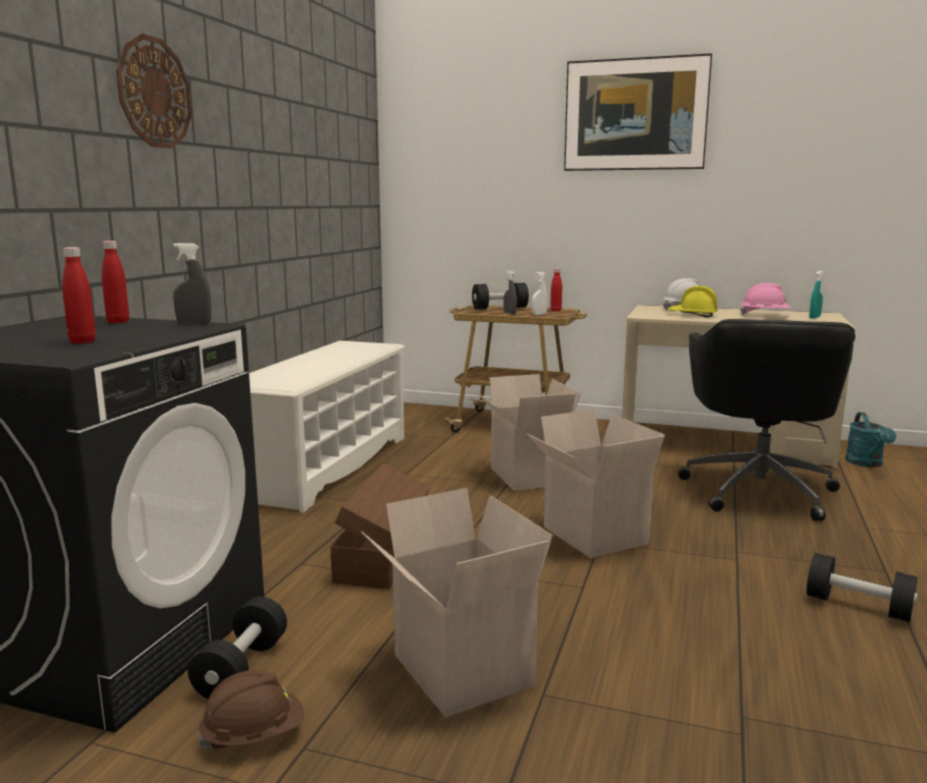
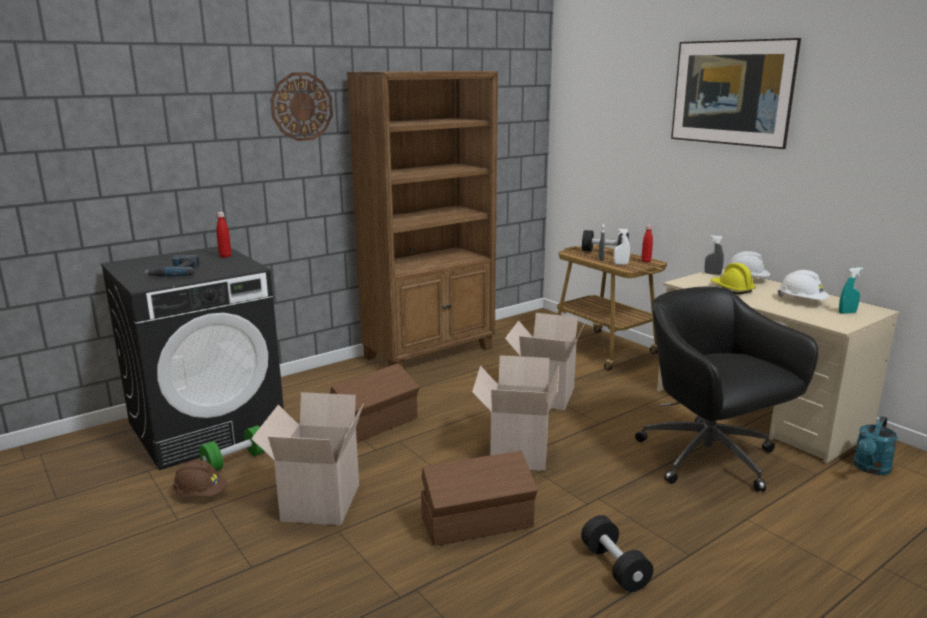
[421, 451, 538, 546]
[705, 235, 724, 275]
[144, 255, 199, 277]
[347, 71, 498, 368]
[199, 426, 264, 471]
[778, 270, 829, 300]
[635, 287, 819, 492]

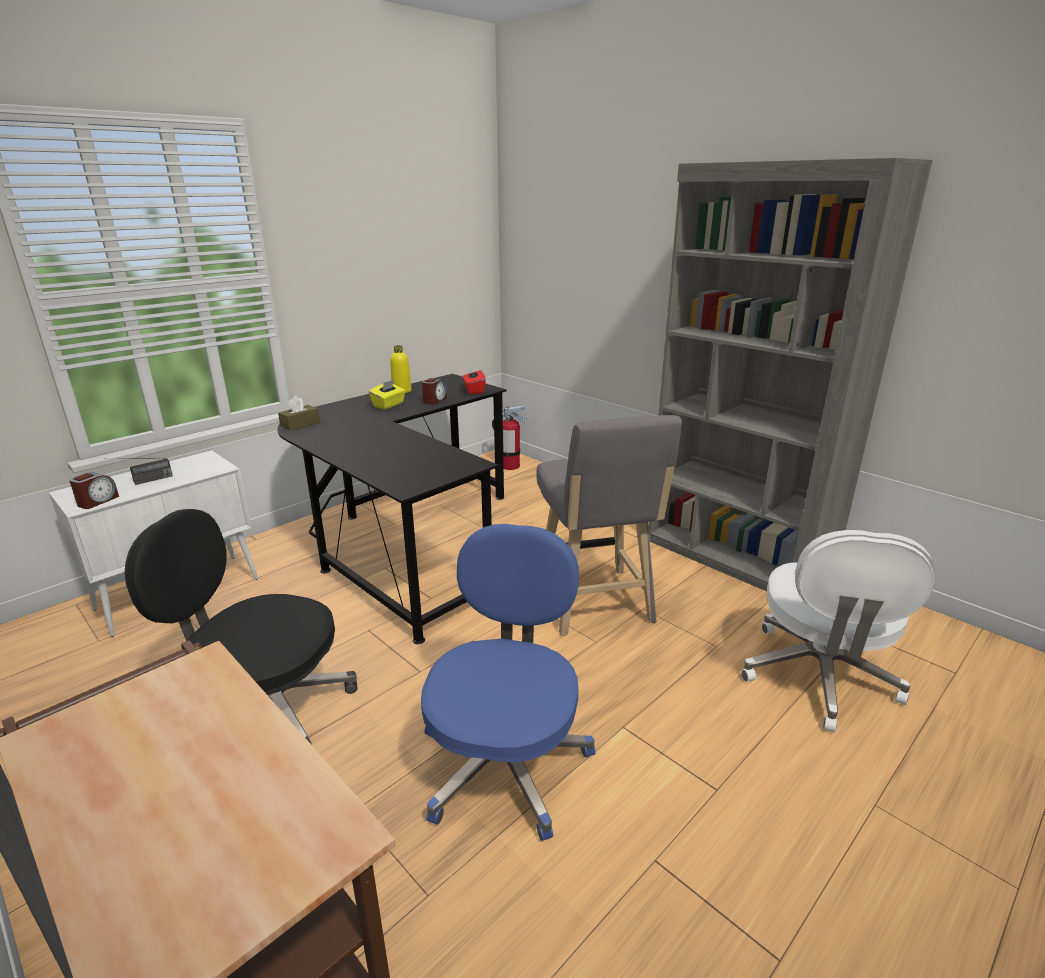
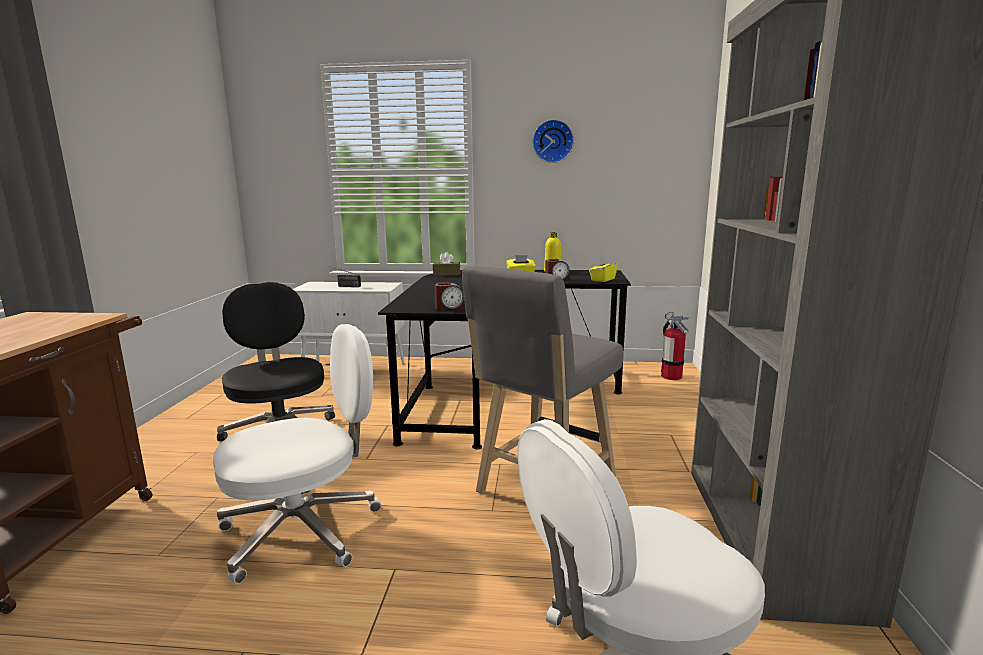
[532, 119, 574, 163]
[434, 282, 465, 310]
[213, 324, 381, 584]
[589, 257, 618, 282]

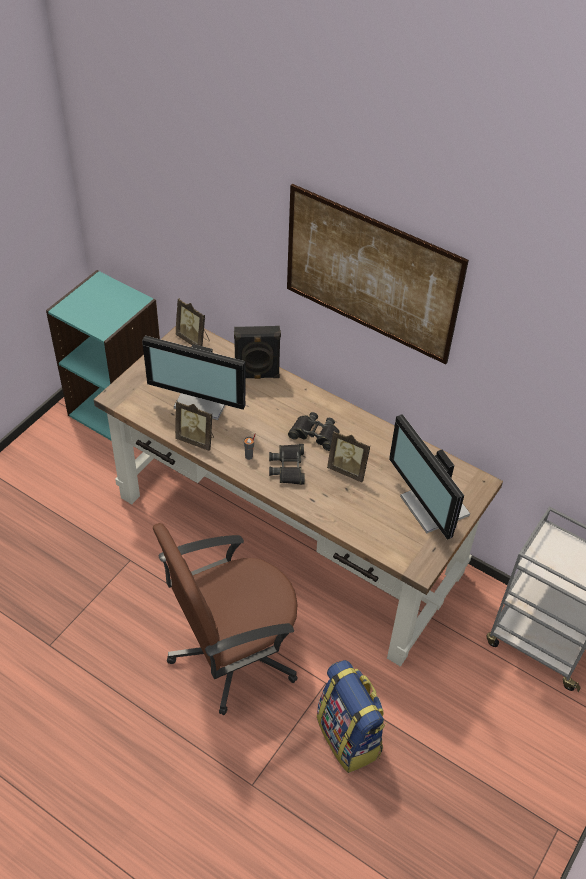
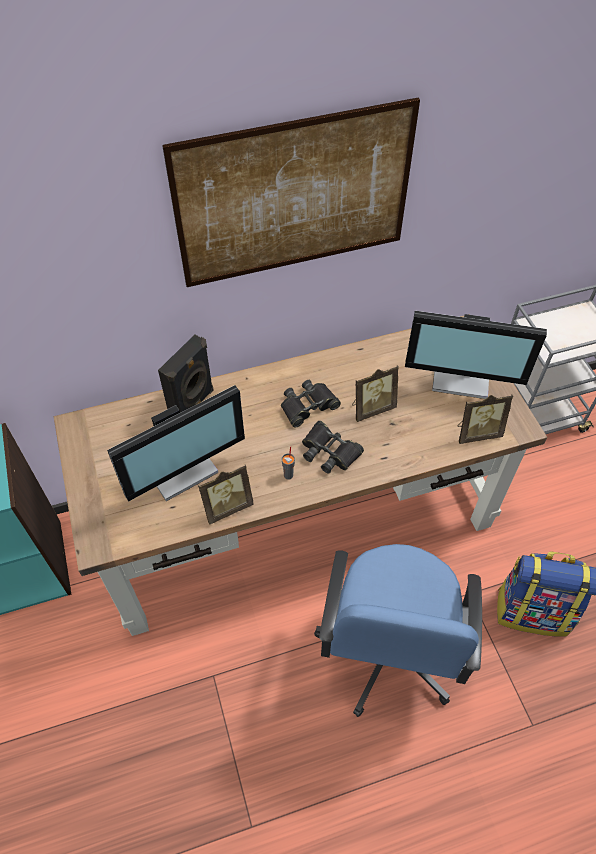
[458, 394, 513, 444]
[314, 544, 482, 717]

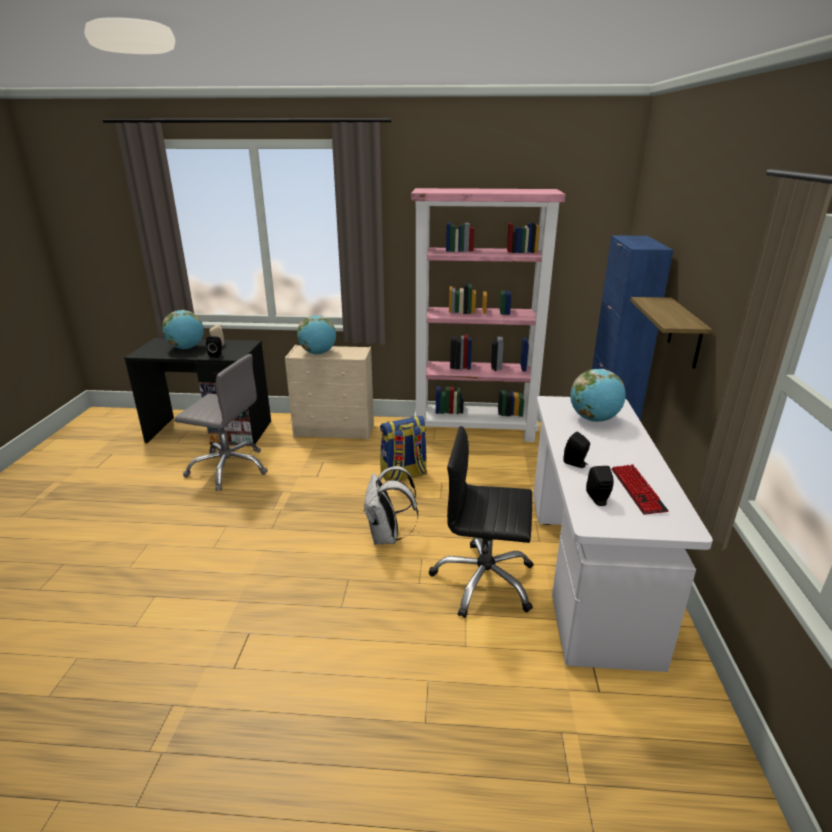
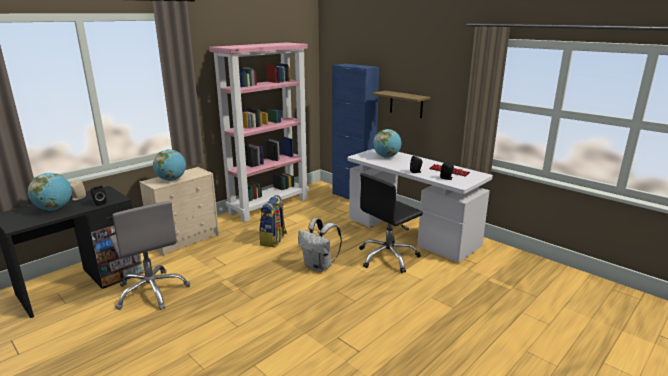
[110, 201, 190, 310]

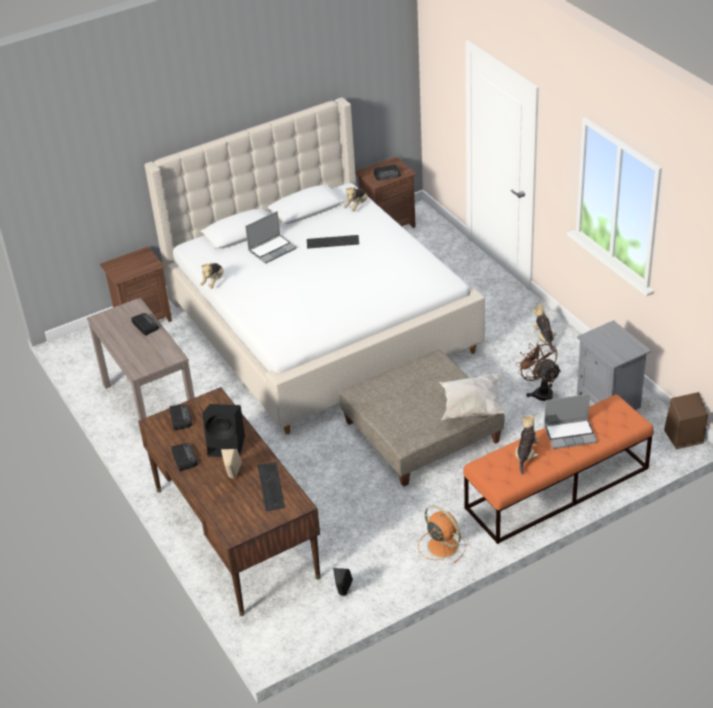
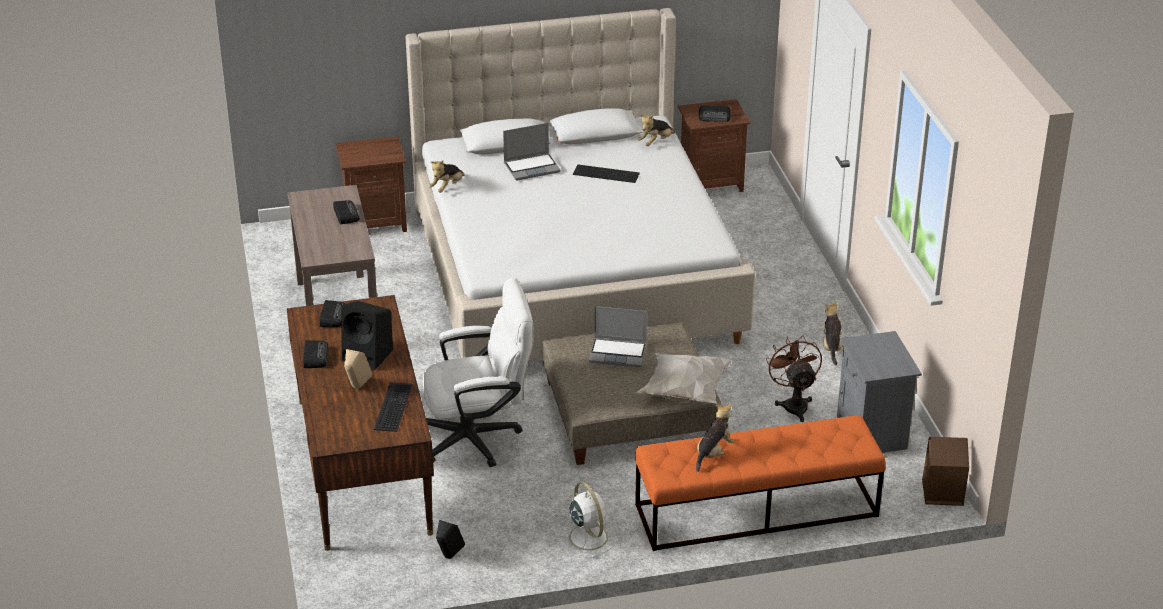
[423, 278, 533, 467]
[589, 306, 647, 367]
[558, 482, 617, 558]

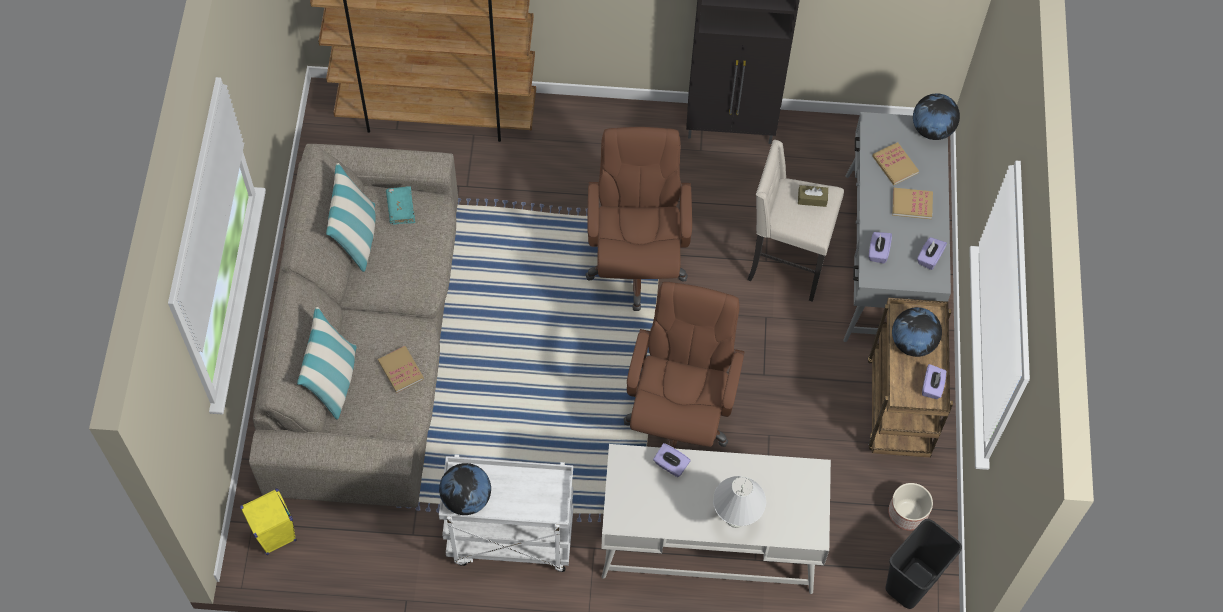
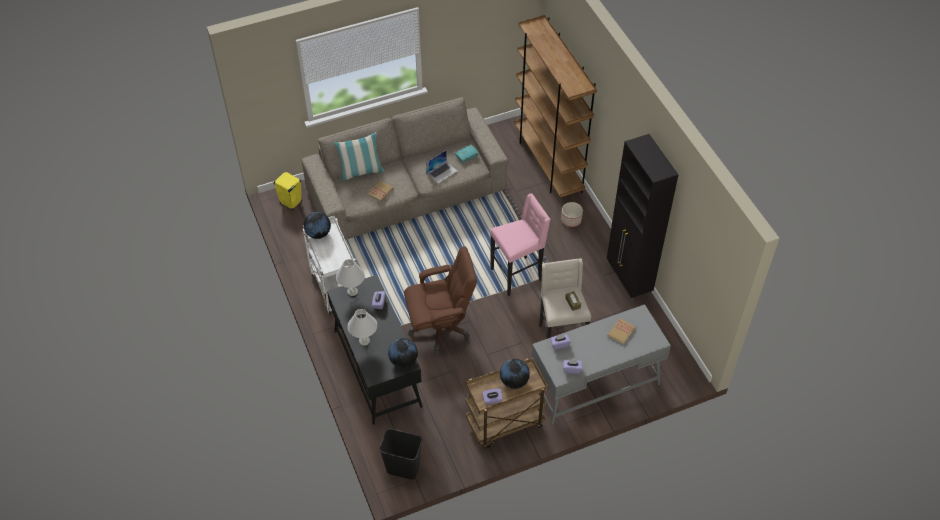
[326, 163, 376, 272] (first image)
[892, 188, 933, 219] (first image)
[336, 259, 365, 296]
[426, 150, 457, 184]
[561, 202, 583, 227]
[388, 338, 418, 368]
[490, 193, 551, 296]
[327, 275, 423, 425]

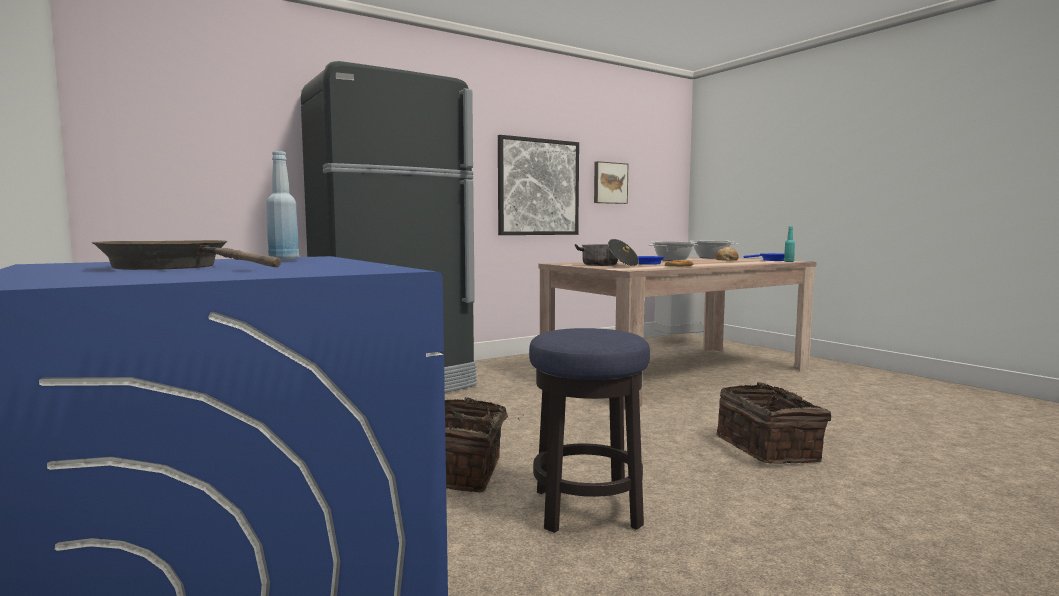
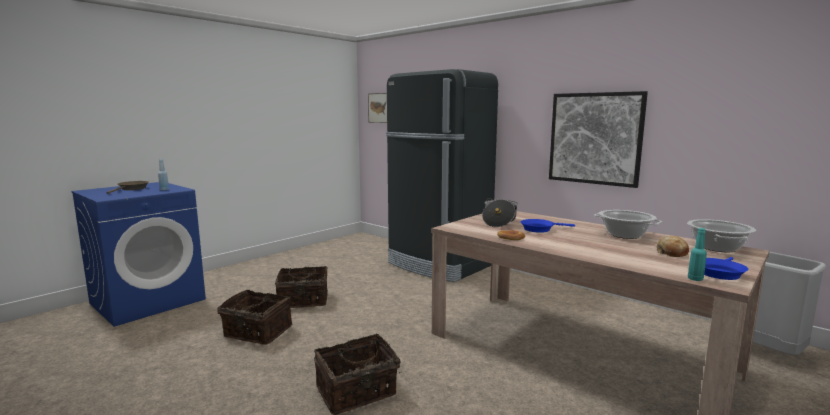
[368, 93, 387, 123]
[217, 290, 293, 345]

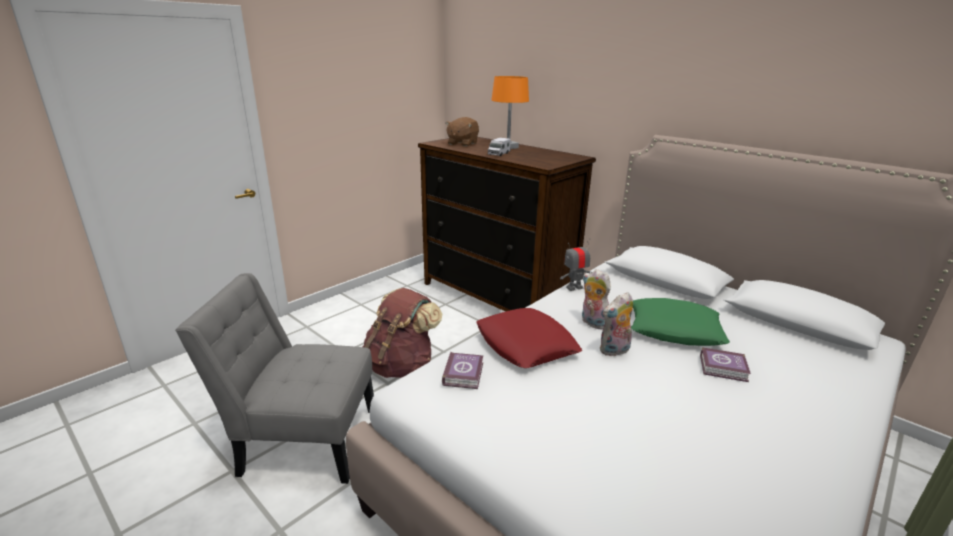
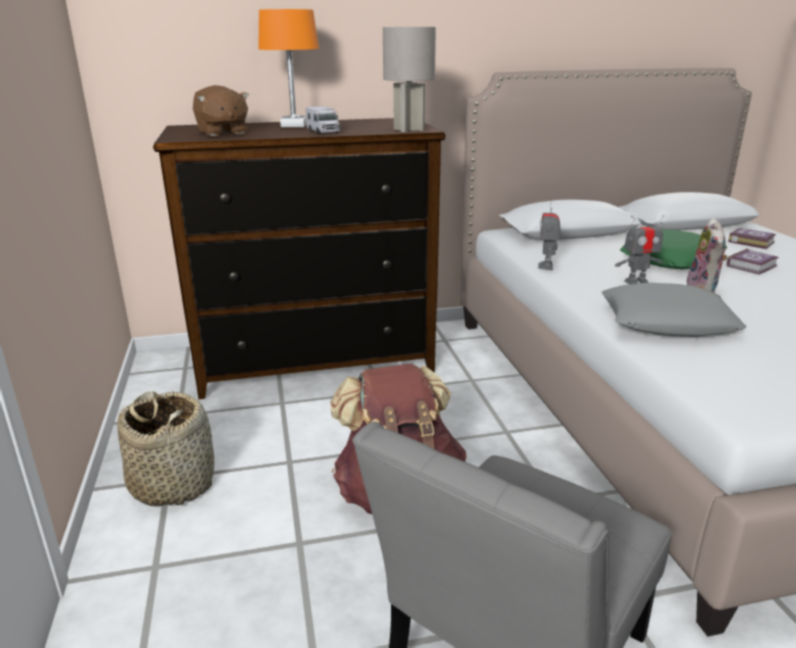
[117, 391, 214, 506]
[383, 27, 436, 132]
[728, 228, 776, 249]
[615, 215, 665, 284]
[601, 283, 746, 337]

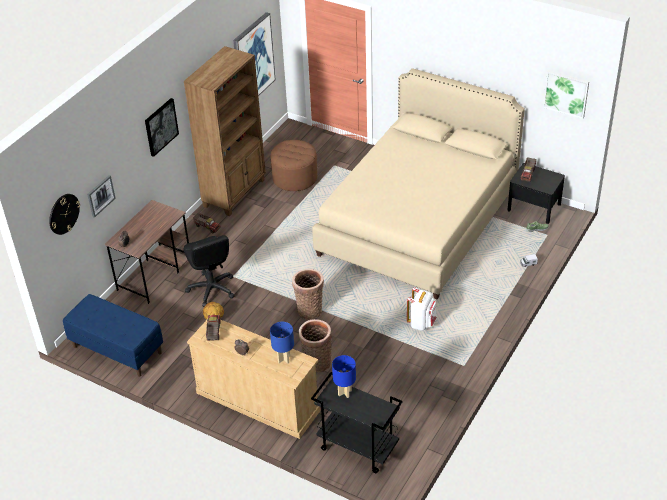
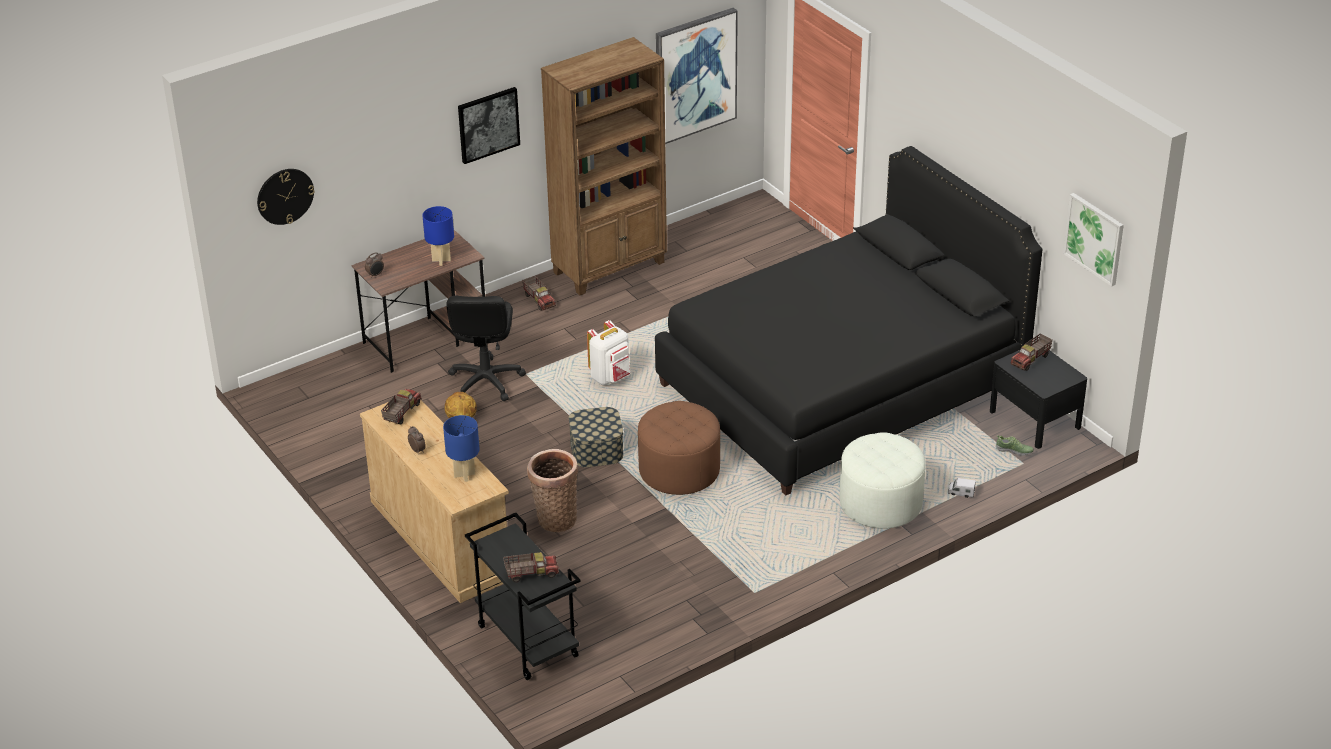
[63, 294, 163, 377] (first image)
[87, 175, 116, 218] (first image)
[503, 552, 559, 582]
[840, 432, 926, 529]
[638, 401, 720, 495]
[422, 206, 454, 266]
[587, 320, 630, 385]
[569, 407, 623, 467]
[655, 146, 1042, 495]

